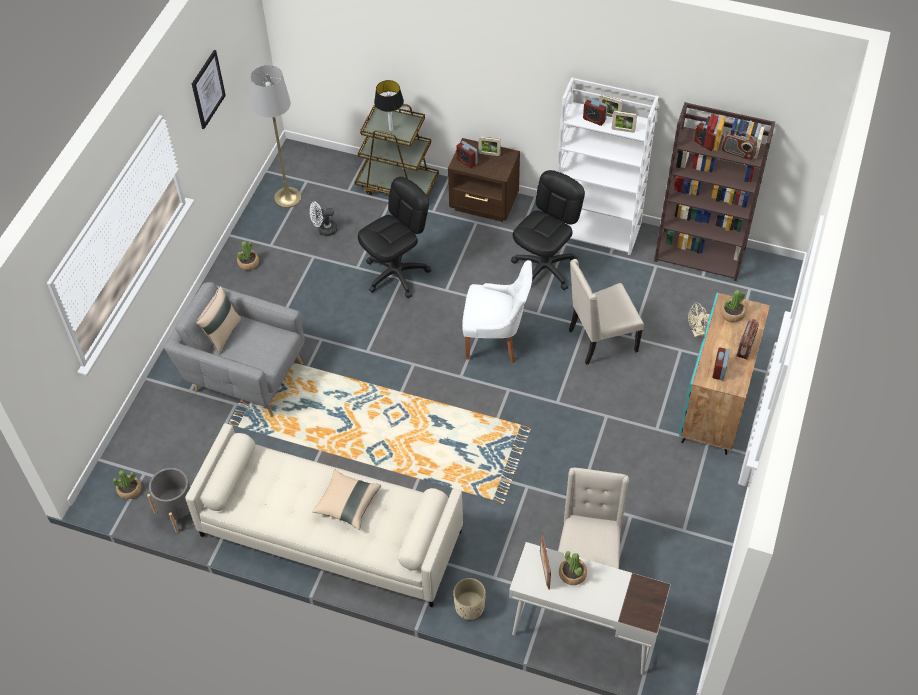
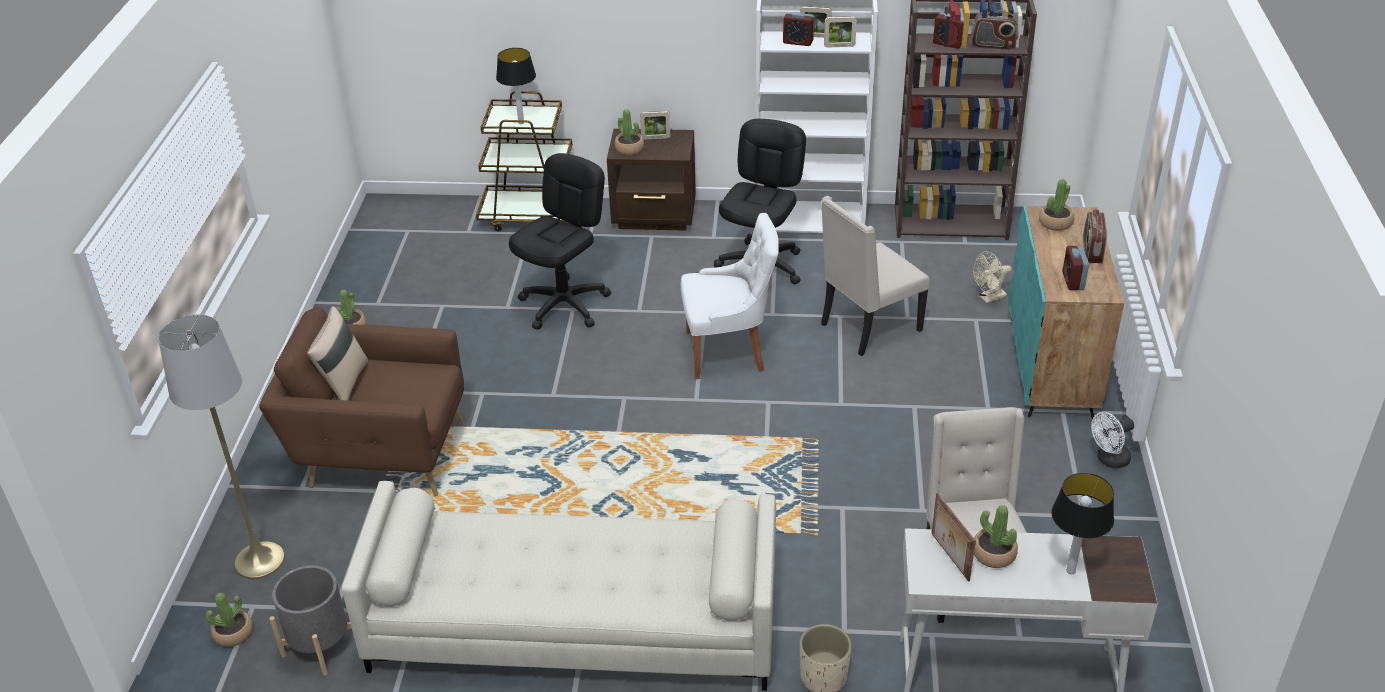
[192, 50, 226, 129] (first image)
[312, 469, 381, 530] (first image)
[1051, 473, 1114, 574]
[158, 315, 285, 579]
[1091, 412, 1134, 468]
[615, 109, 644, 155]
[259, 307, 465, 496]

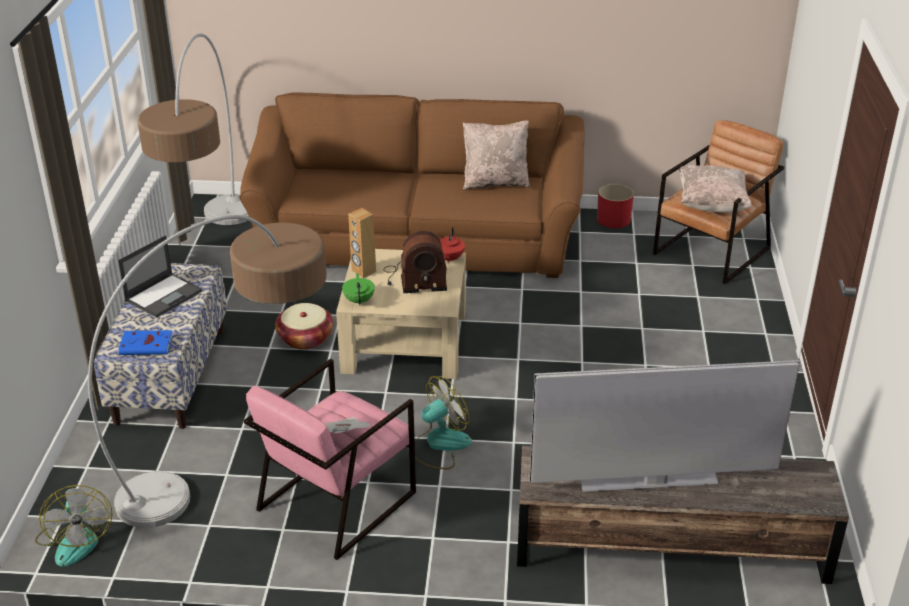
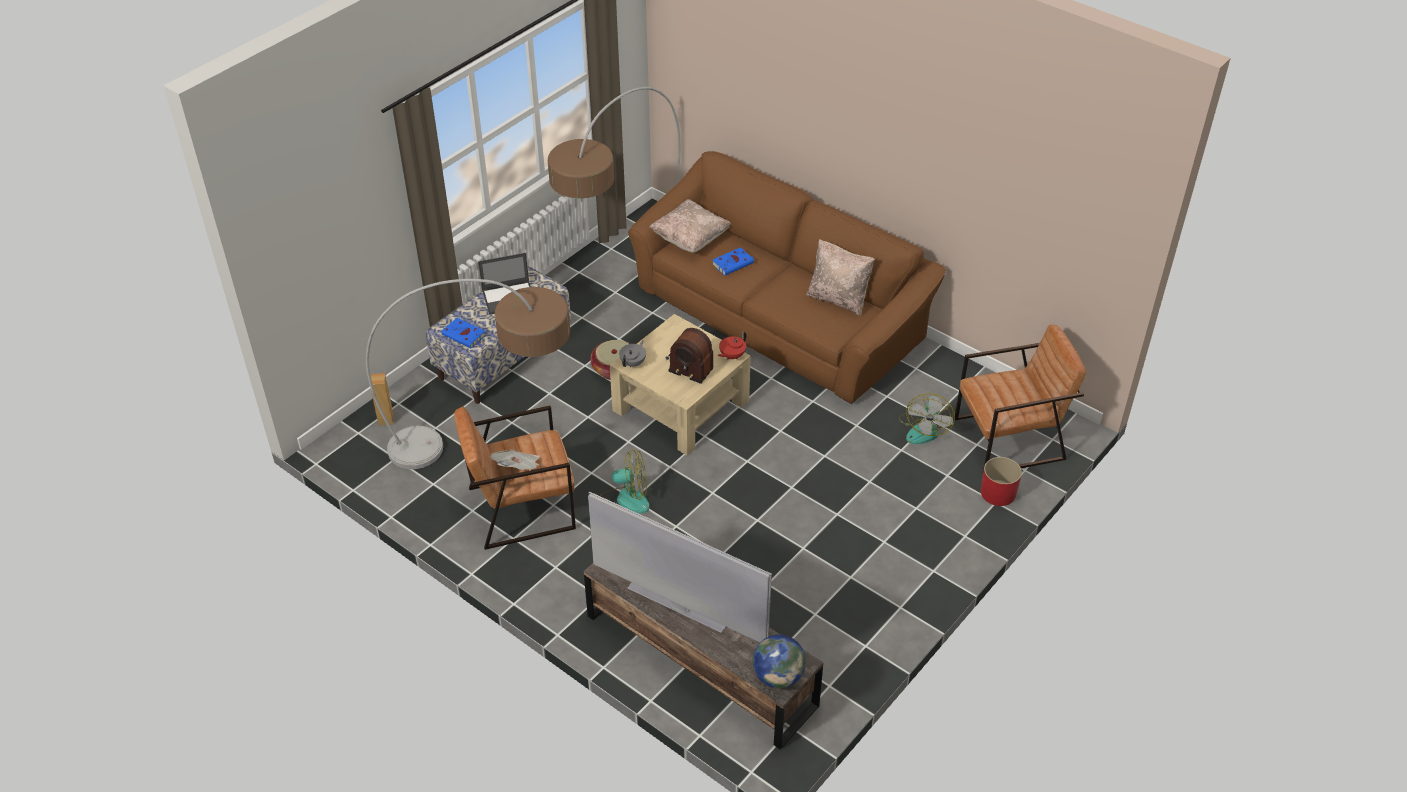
[712, 247, 754, 276]
[753, 634, 806, 688]
[899, 393, 955, 444]
[370, 373, 393, 426]
[981, 457, 1022, 506]
[649, 199, 731, 253]
[454, 405, 576, 550]
[619, 340, 646, 367]

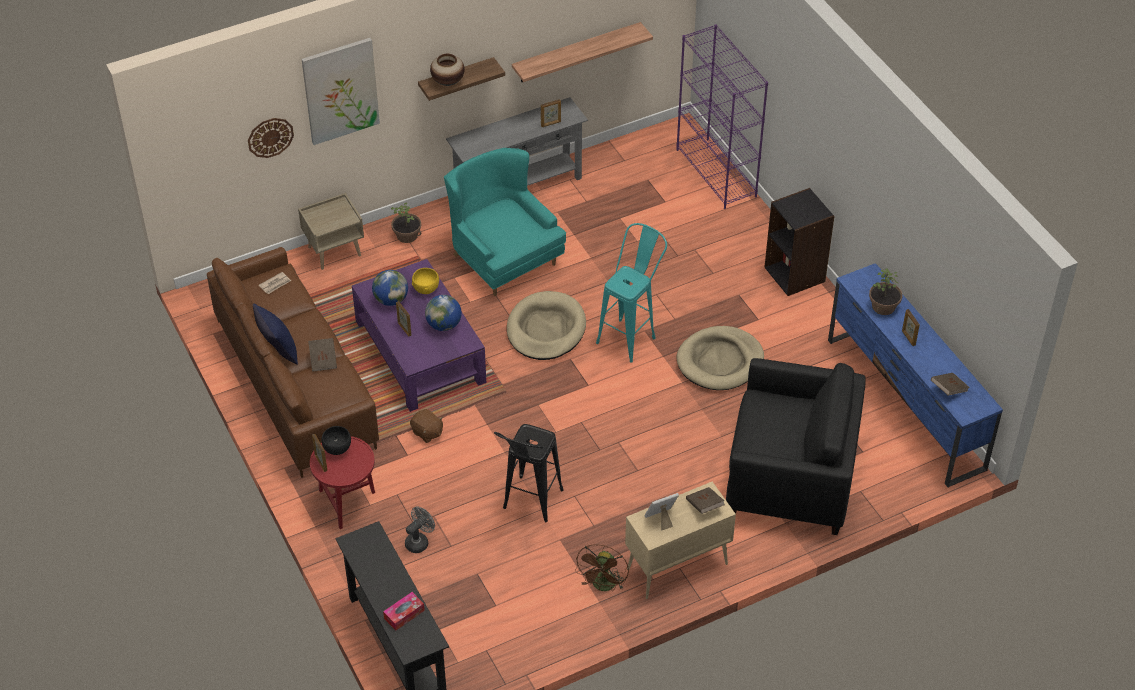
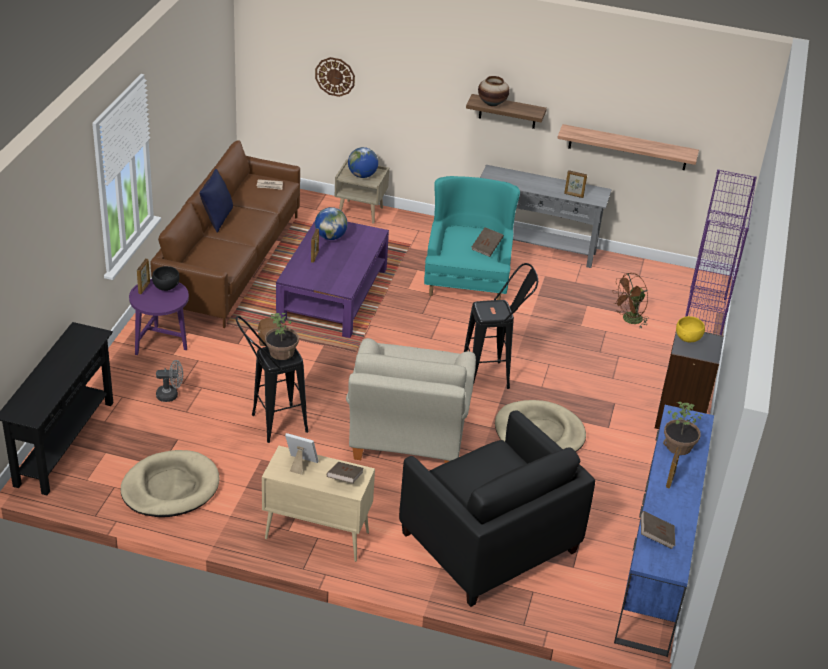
[302, 38, 380, 145] (first image)
[383, 592, 425, 630] (first image)
[346, 338, 476, 463]
[472, 227, 504, 257]
[265, 313, 299, 360]
[676, 316, 705, 342]
[348, 147, 378, 178]
[121, 450, 219, 517]
[612, 273, 649, 328]
[129, 279, 189, 355]
[464, 263, 538, 389]

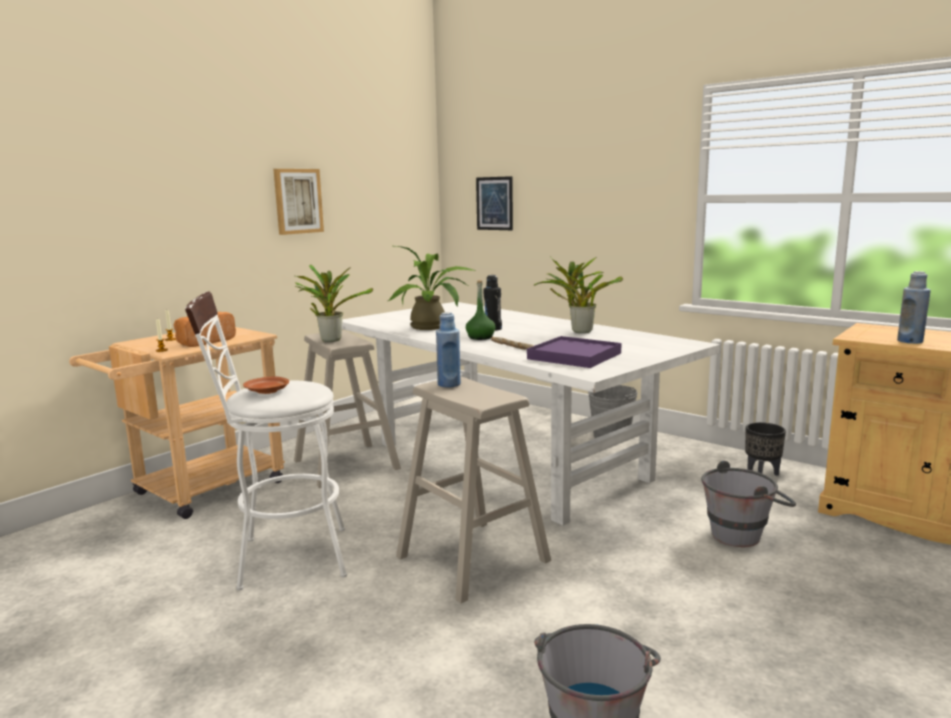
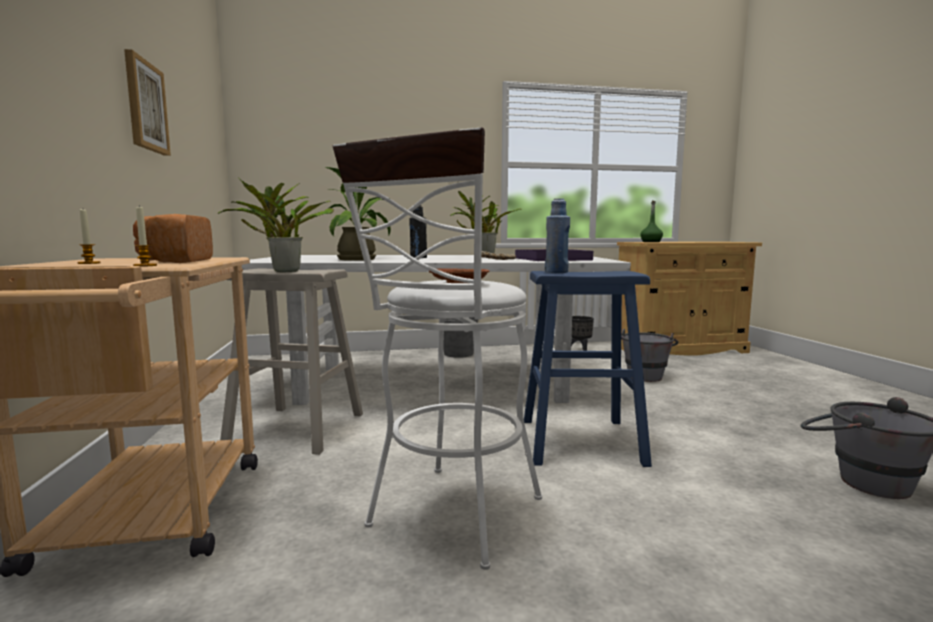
[476, 176, 513, 230] (first image)
[897, 271, 931, 344] (first image)
[640, 201, 663, 242]
[524, 271, 652, 467]

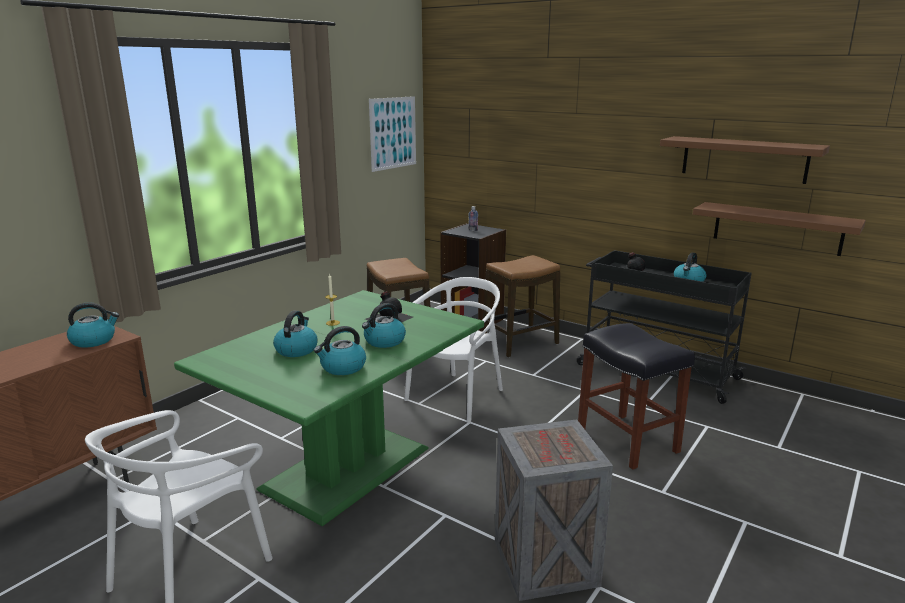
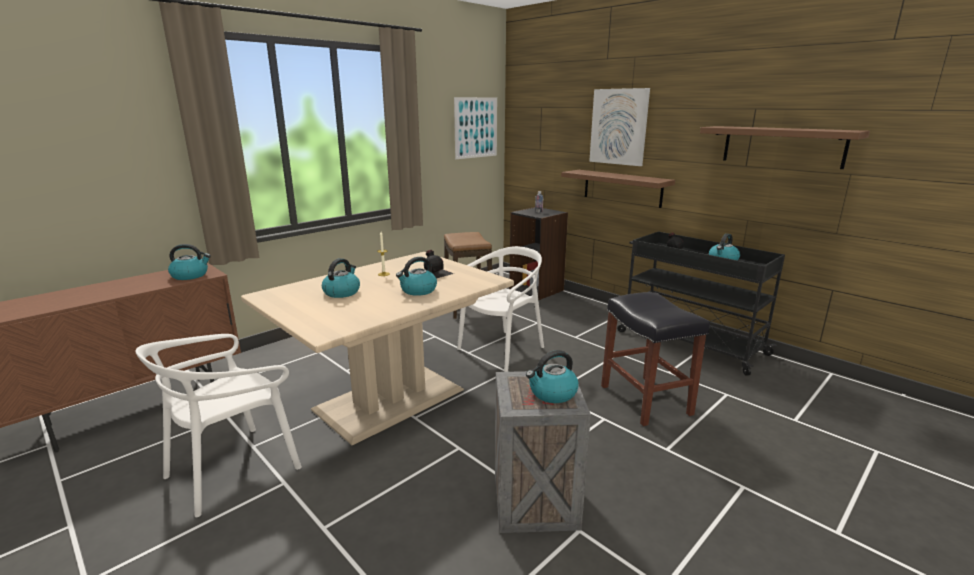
[482, 255, 560, 357] (first image)
[589, 88, 650, 166]
[526, 350, 579, 403]
[561, 170, 675, 208]
[241, 252, 514, 445]

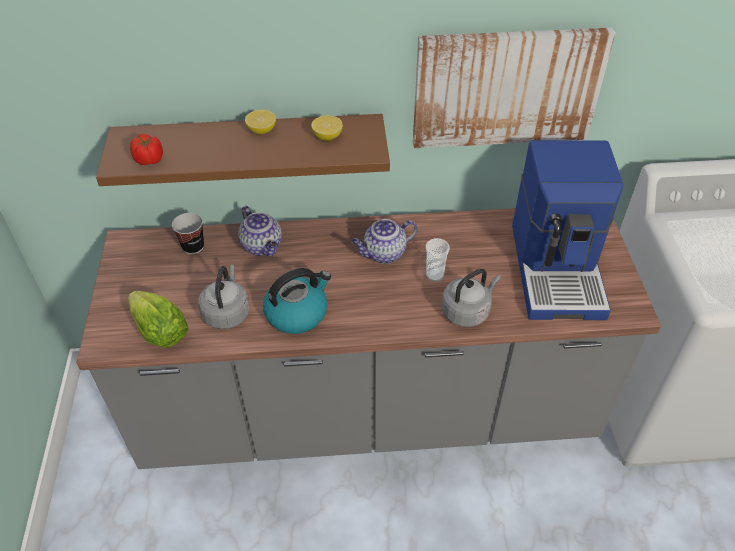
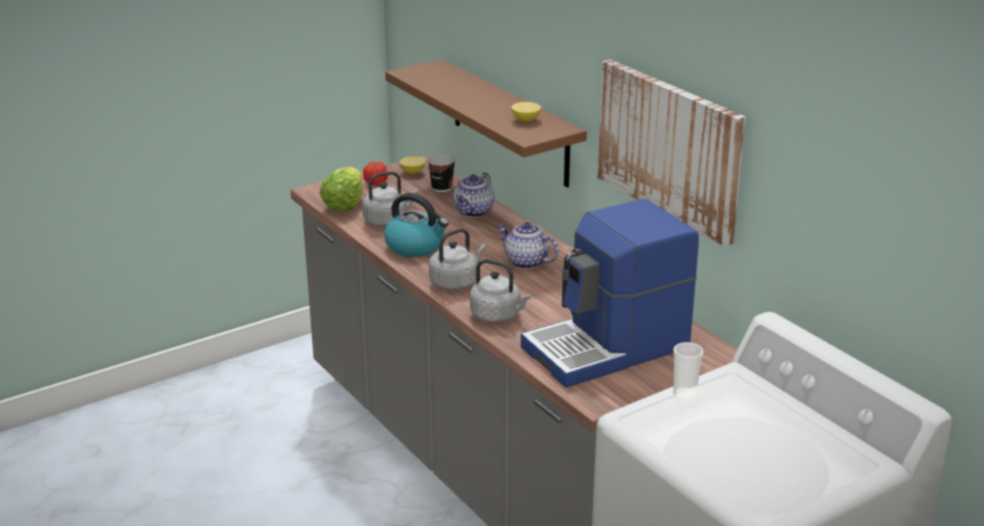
[429, 228, 486, 290]
[363, 161, 388, 185]
[400, 156, 425, 174]
[673, 342, 704, 400]

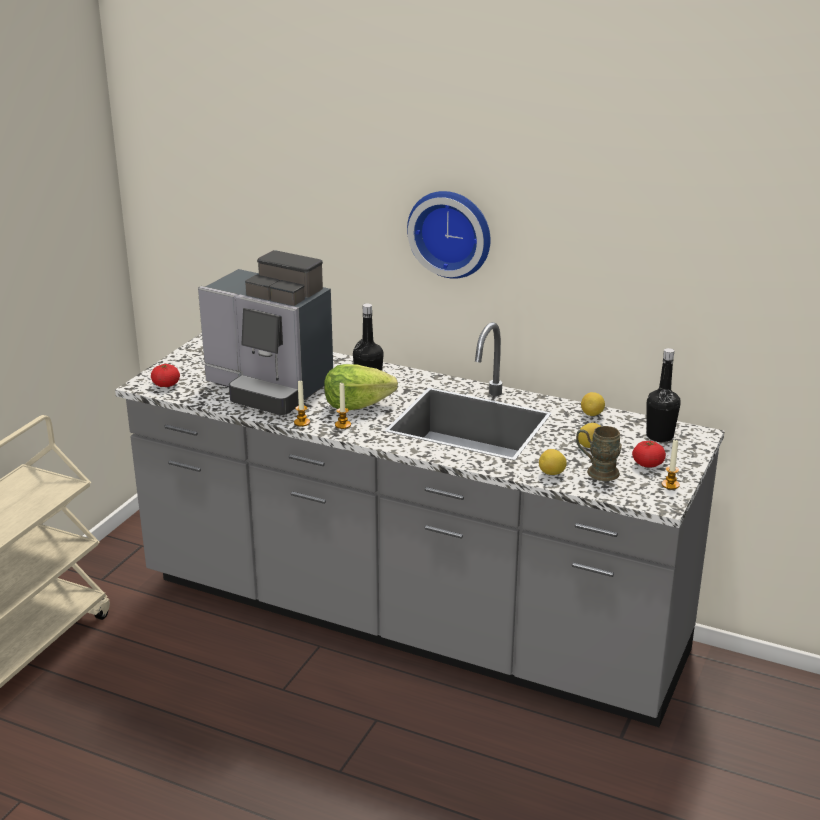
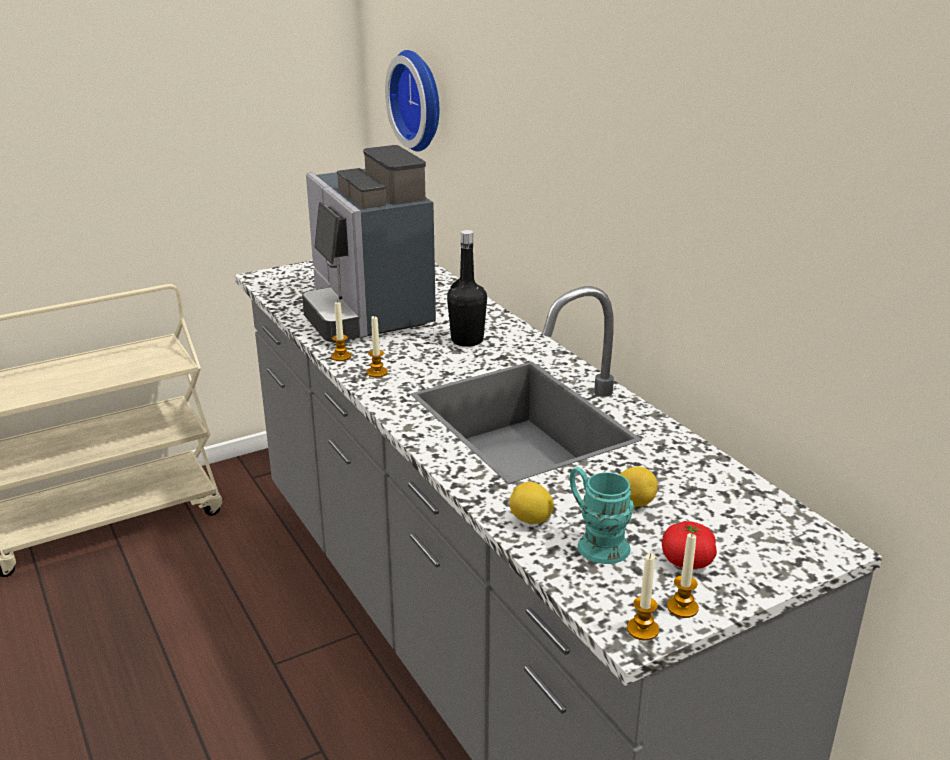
[151, 364, 180, 387] (first image)
[324, 364, 398, 410] (first image)
[581, 392, 605, 416] (first image)
[646, 348, 681, 442] (first image)
[627, 553, 659, 641]
[385, 50, 439, 152]
[570, 467, 634, 564]

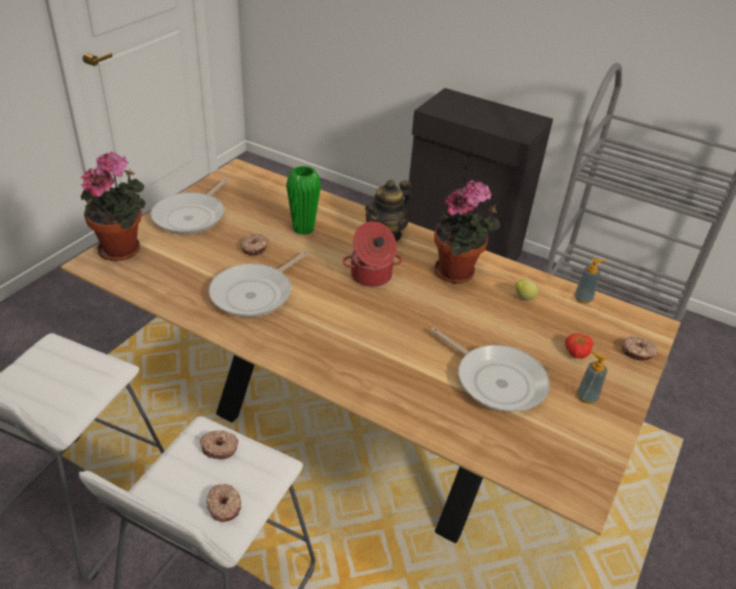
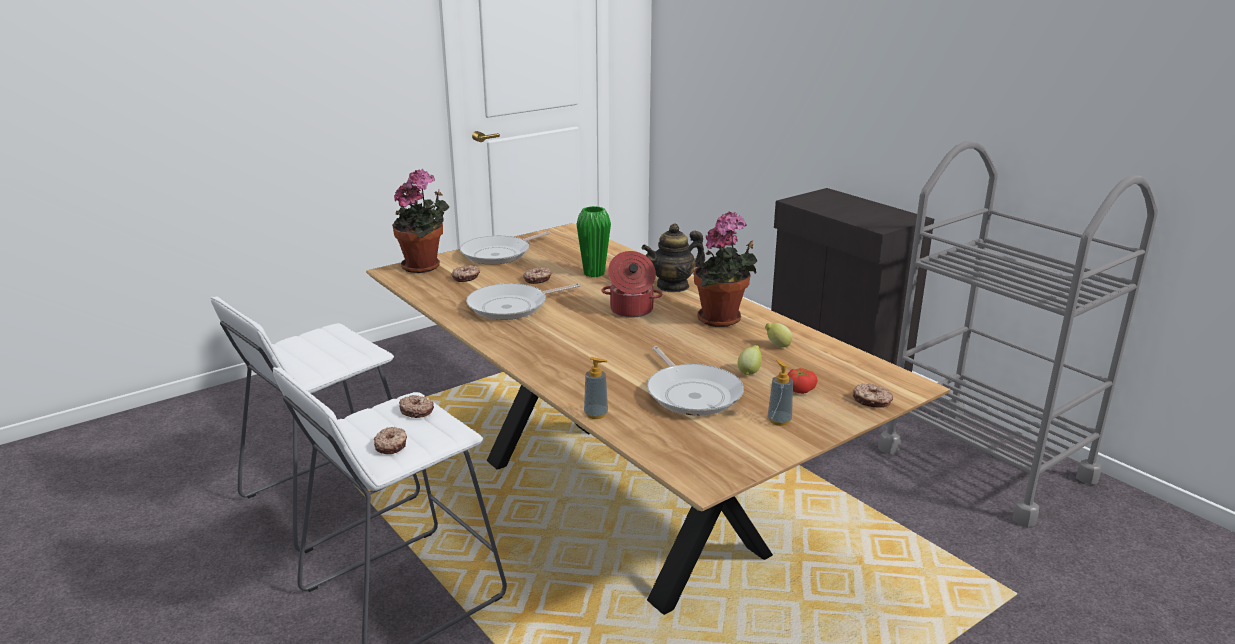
[451, 265, 480, 282]
[738, 345, 762, 376]
[584, 357, 608, 419]

